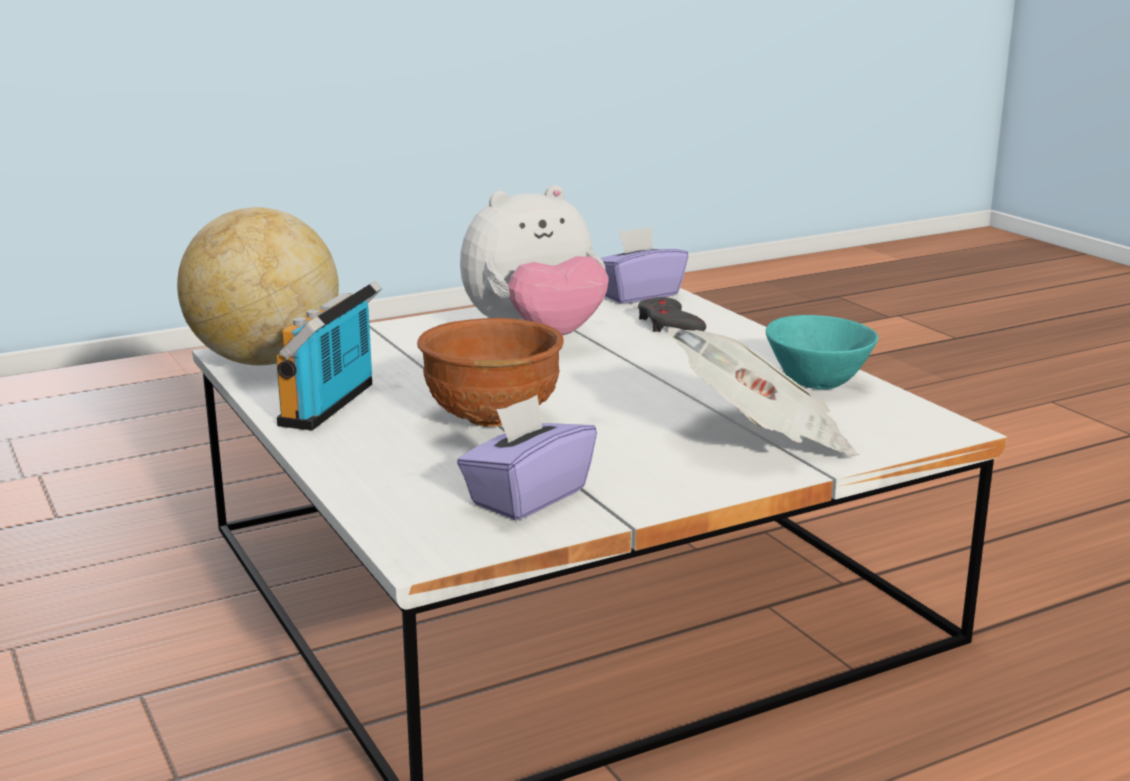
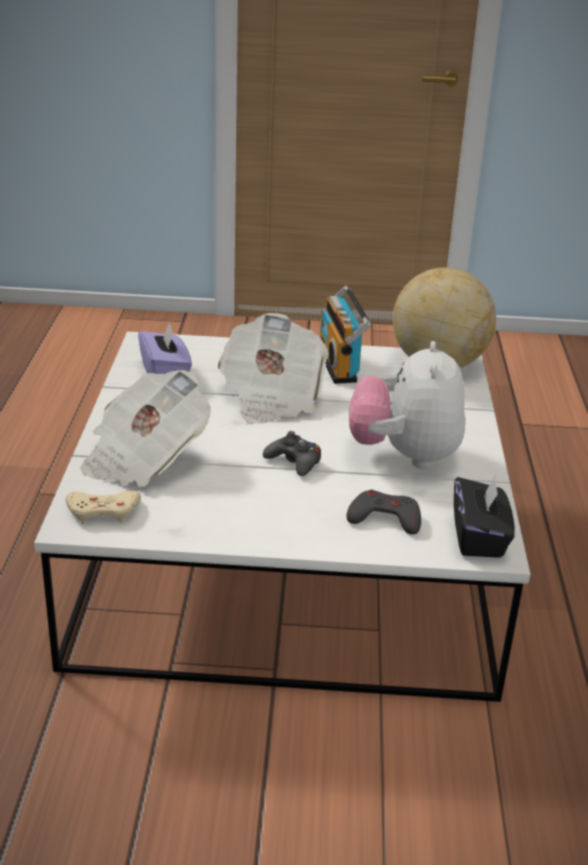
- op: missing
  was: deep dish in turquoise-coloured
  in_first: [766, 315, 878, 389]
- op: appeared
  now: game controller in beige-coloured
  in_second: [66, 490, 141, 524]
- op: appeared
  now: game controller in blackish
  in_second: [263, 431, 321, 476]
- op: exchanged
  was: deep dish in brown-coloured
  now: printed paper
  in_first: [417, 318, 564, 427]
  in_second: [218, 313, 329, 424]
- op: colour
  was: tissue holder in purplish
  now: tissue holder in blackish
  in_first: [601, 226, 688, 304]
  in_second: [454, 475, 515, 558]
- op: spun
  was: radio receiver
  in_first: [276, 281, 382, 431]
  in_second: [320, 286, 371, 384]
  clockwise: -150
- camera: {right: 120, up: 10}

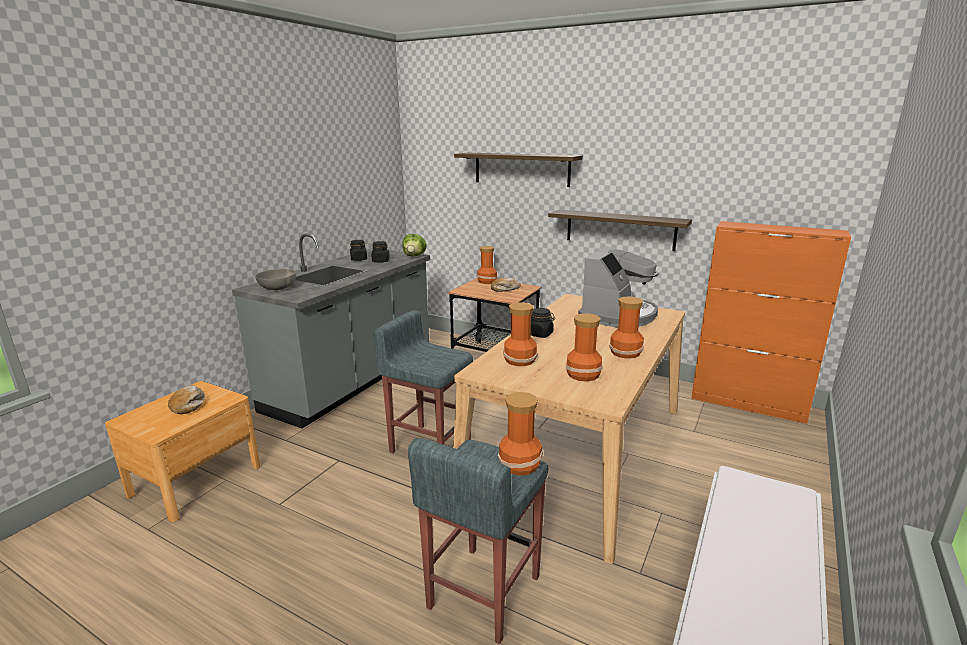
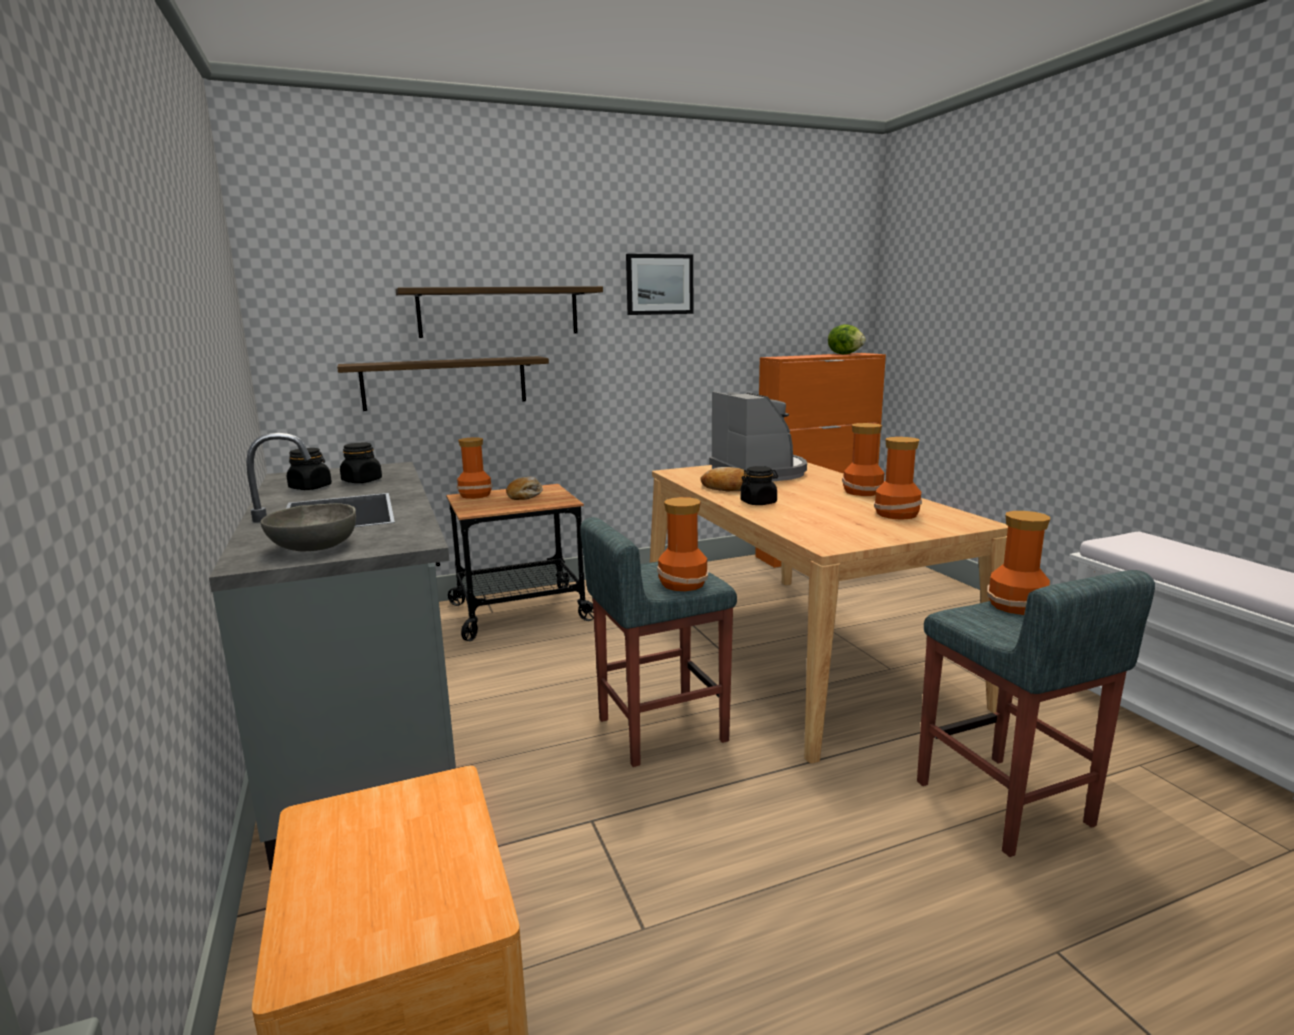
- op: appeared
  now: wall picture
  in_second: [626, 254, 693, 315]
- op: relocated
  was: baked bread
  in_first: [168, 385, 205, 414]
  in_second: [701, 467, 746, 491]
- op: relocated
  was: head of lettuce
  in_first: [402, 234, 427, 257]
  in_second: [828, 324, 866, 354]
- op: relocated
  was: decorative vase
  in_first: [503, 302, 538, 366]
  in_second: [657, 497, 709, 591]
- op: relocated
  was: bracket shelf
  in_first: [548, 210, 692, 251]
  in_second: [337, 356, 549, 411]
- camera: {right: -50, up: -5}

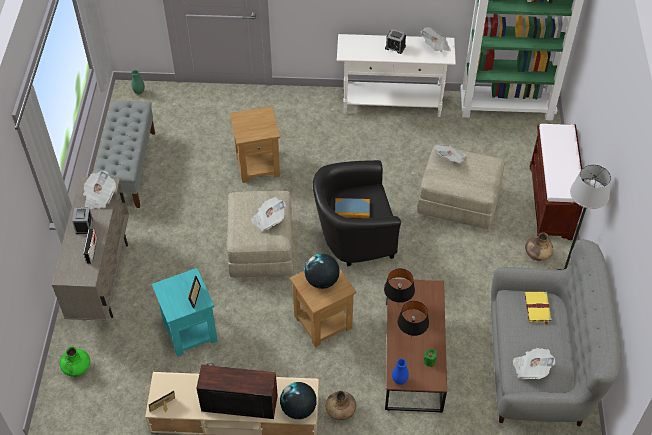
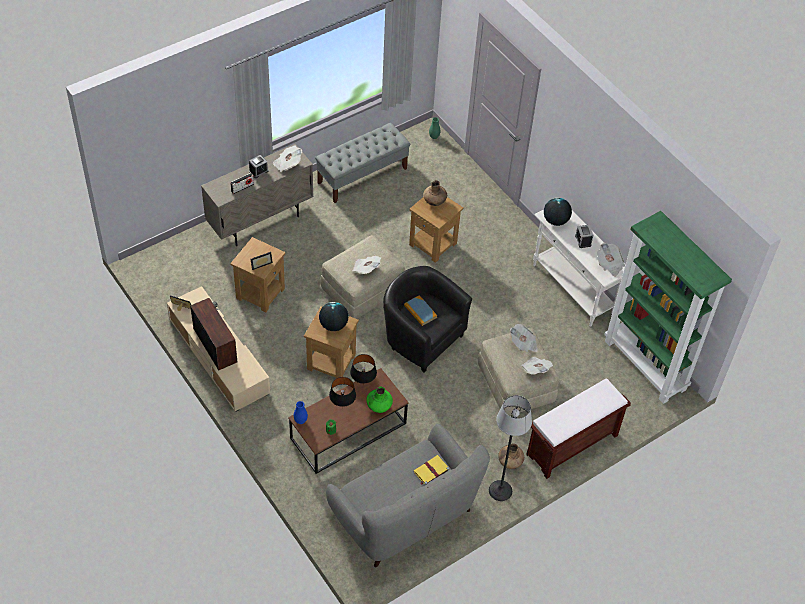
- op: relocated
  was: decorative vase in green
  in_first: [60, 347, 90, 377]
  in_second: [366, 386, 393, 413]
- op: relocated
  was: world globe
  in_first: [280, 382, 317, 419]
  in_second: [544, 198, 572, 226]
- op: relocated
  was: decorative vase in brown-coloured
  in_first: [326, 391, 356, 421]
  in_second: [423, 180, 447, 206]
- op: relocated
  was: printed paper
  in_first: [513, 348, 555, 379]
  in_second: [521, 356, 553, 375]
- op: colour
  was: side table in turquoise-coloured
  now: side table in brown-coloured
  in_first: [152, 268, 218, 357]
  in_second: [230, 237, 286, 313]
- camera: {right: 50, up: 0}

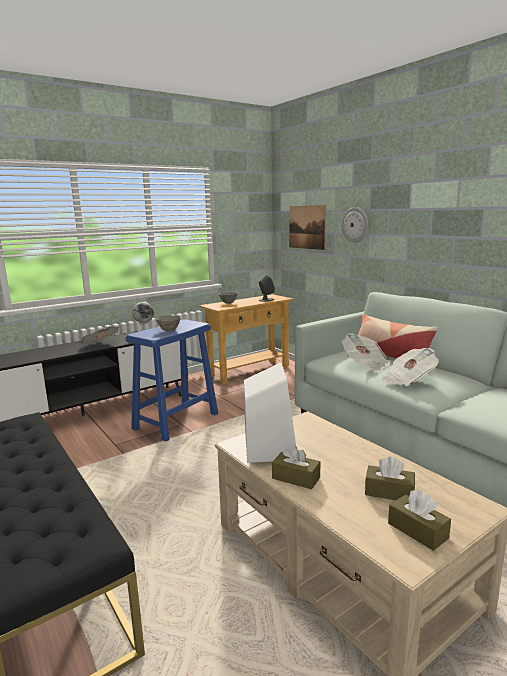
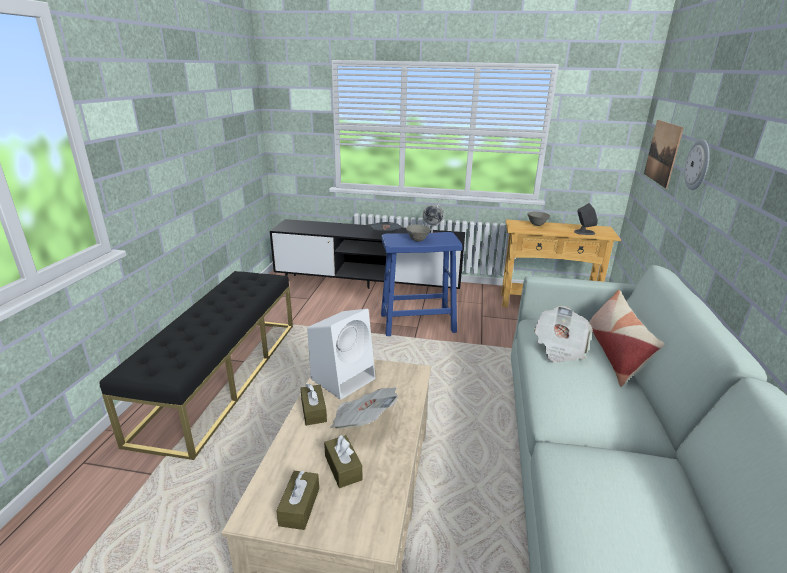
- op: relocated
  was: printed paper
  in_first: [382, 348, 439, 386]
  in_second: [330, 387, 398, 429]
- camera: {right: 45, up: 10}

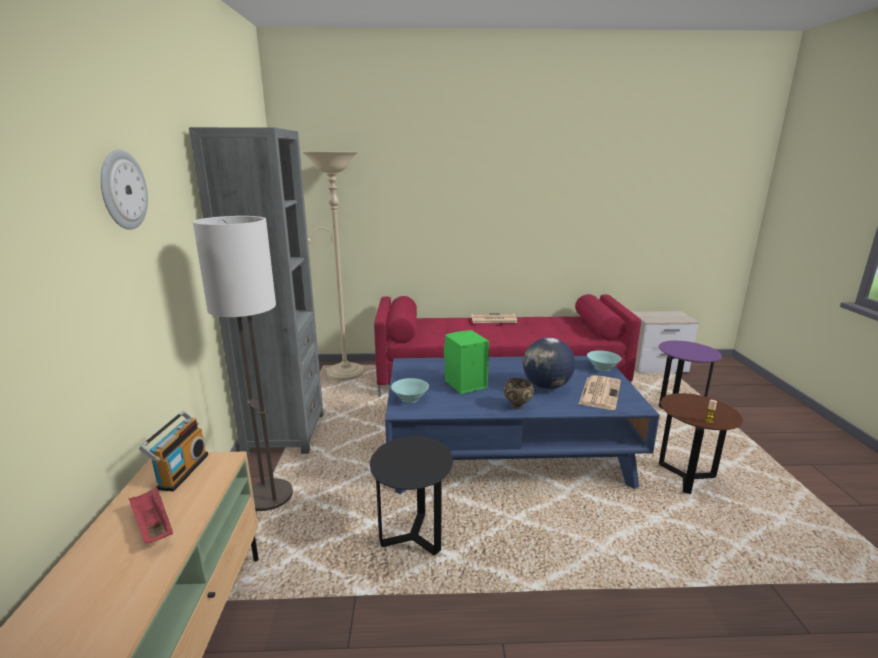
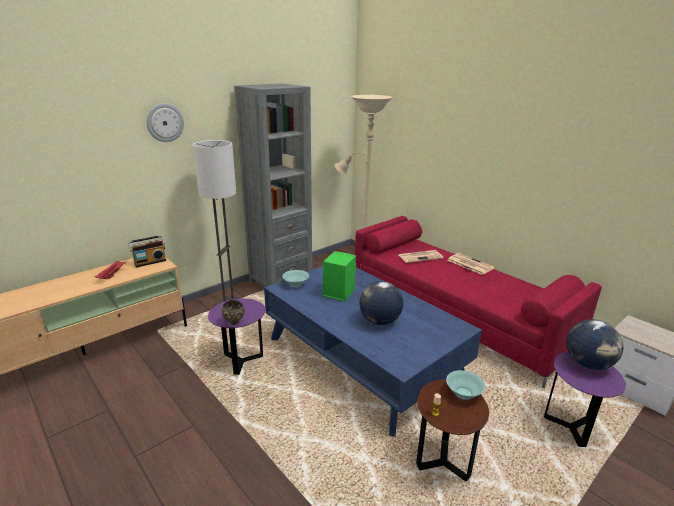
- op: appeared
  now: world globe
  in_second: [566, 319, 623, 370]
- op: relocated
  was: deep dish in brown-coloured
  in_first: [504, 378, 534, 409]
  in_second: [221, 300, 245, 325]
- op: relocated
  was: printed paper
  in_first: [579, 375, 621, 410]
  in_second: [399, 250, 444, 263]
- op: relocated
  was: deep dish in turquoise-coloured
  in_first: [587, 350, 622, 371]
  in_second: [446, 370, 485, 400]
- op: colour
  was: side table in blackish
  now: side table in purplish
  in_first: [370, 436, 453, 555]
  in_second: [208, 298, 265, 375]
- camera: {right: 50, up: 5}

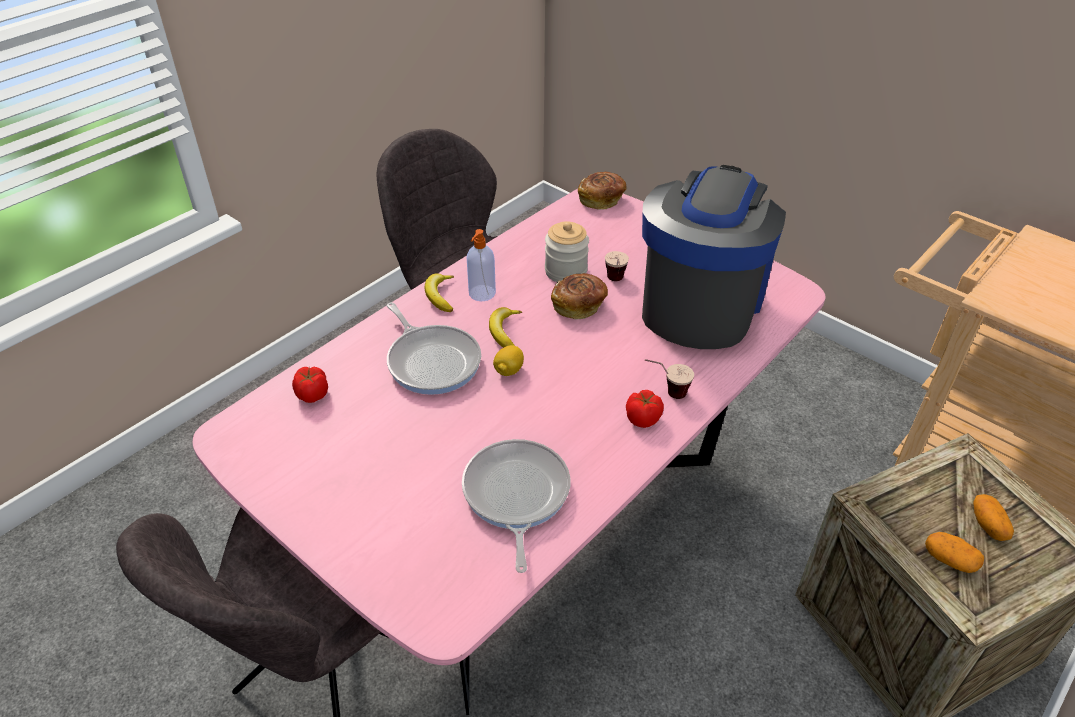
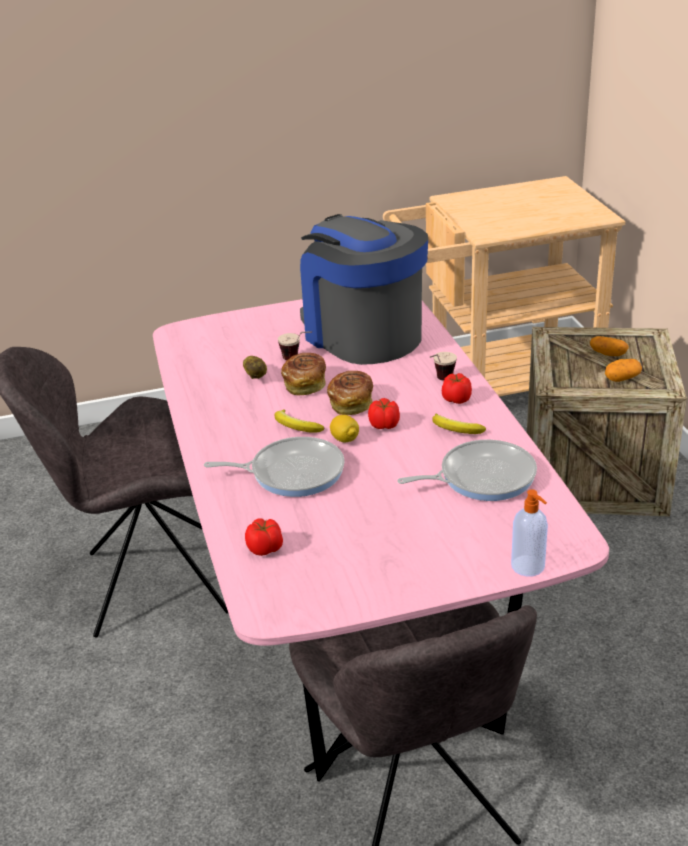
- op: appeared
  now: whole tomato
  in_second: [368, 398, 400, 429]
- op: relocated
  was: whole banana
  in_first: [425, 273, 454, 312]
  in_second: [432, 414, 486, 434]
- op: relocated
  was: soap bottle
  in_first: [467, 229, 496, 301]
  in_second: [511, 489, 548, 577]
- op: relocated
  was: baked bread
  in_first: [578, 172, 626, 210]
  in_second: [327, 371, 373, 415]
- op: exchanged
  was: jar
  now: spud
  in_first: [545, 221, 589, 282]
  in_second: [243, 356, 267, 379]
- op: spun
  was: frying pan
  in_first: [462, 439, 570, 573]
  in_second: [397, 439, 537, 501]
  clockwise: 135
- camera: {right: -55, up: -10}

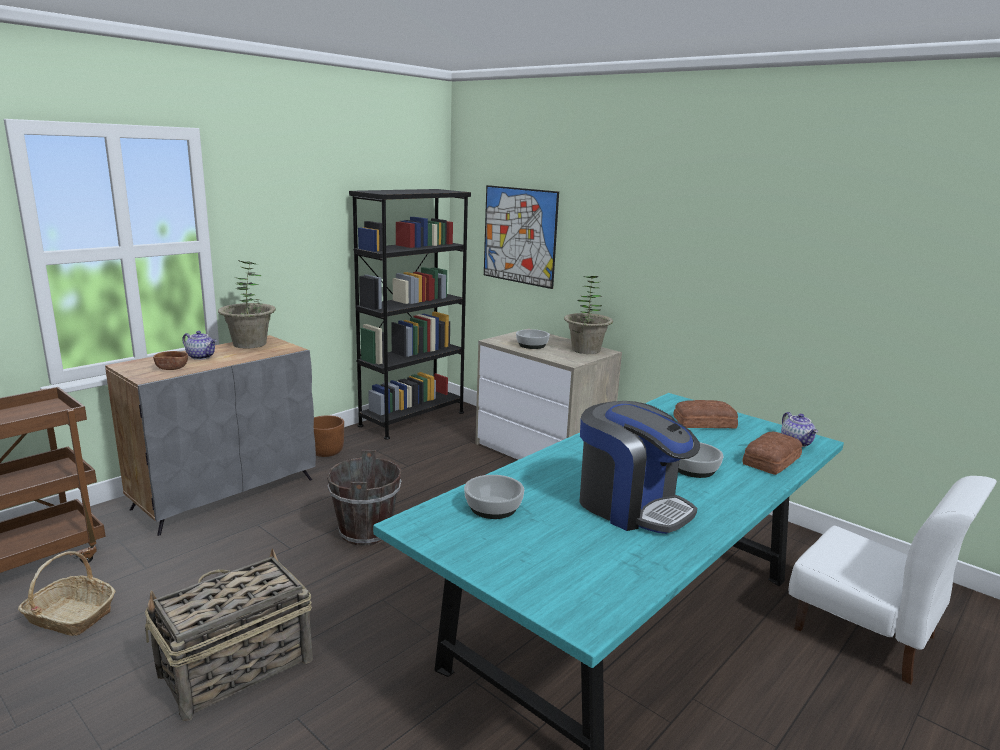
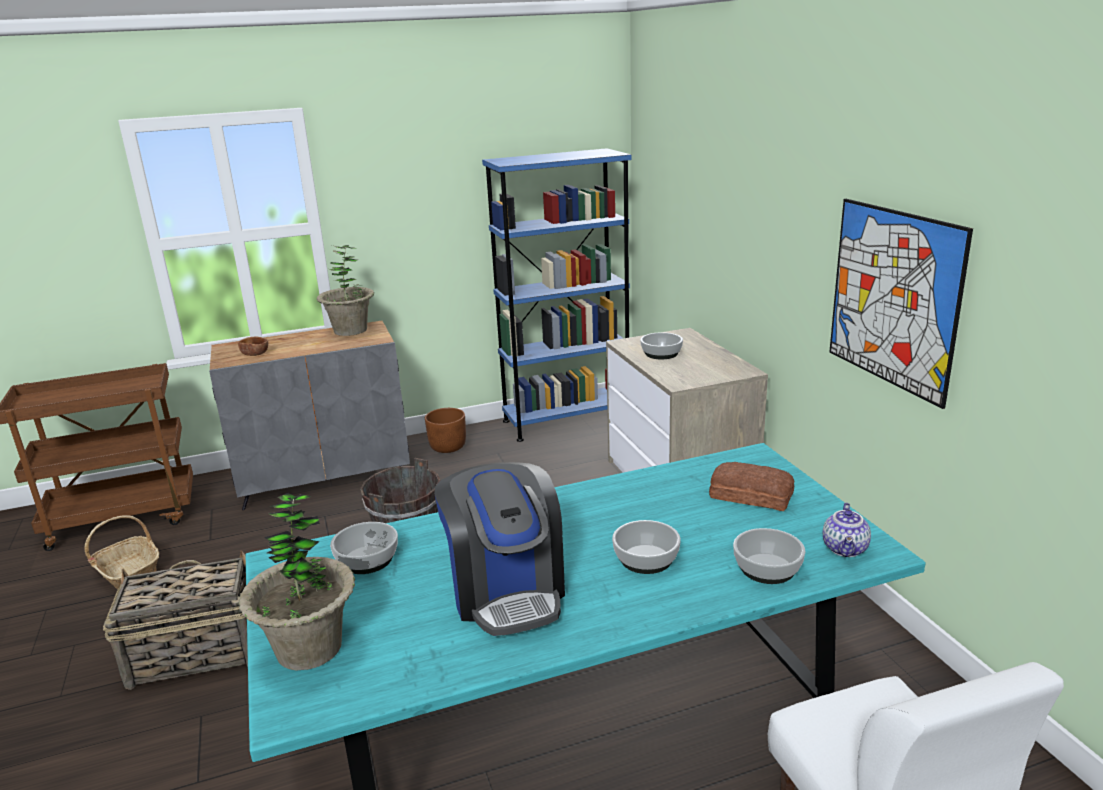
- op: missing
  was: pot for tea
  in_first: [182, 331, 217, 360]
- op: relocated
  was: wall picture
  in_first: [484, 185, 559, 289]
  in_second: [829, 199, 973, 409]
- op: relocated
  was: potted plant
  in_first: [564, 276, 613, 354]
  in_second: [239, 493, 355, 671]
- op: exchanged
  was: baked bread
  now: deep dish
  in_first: [742, 432, 802, 475]
  in_second: [733, 528, 806, 584]
- op: colour
  was: bookshelf in blackish
  now: bookshelf in bluish
  in_first: [349, 189, 471, 440]
  in_second: [482, 148, 631, 442]
- camera: {right: 30, up: 5}

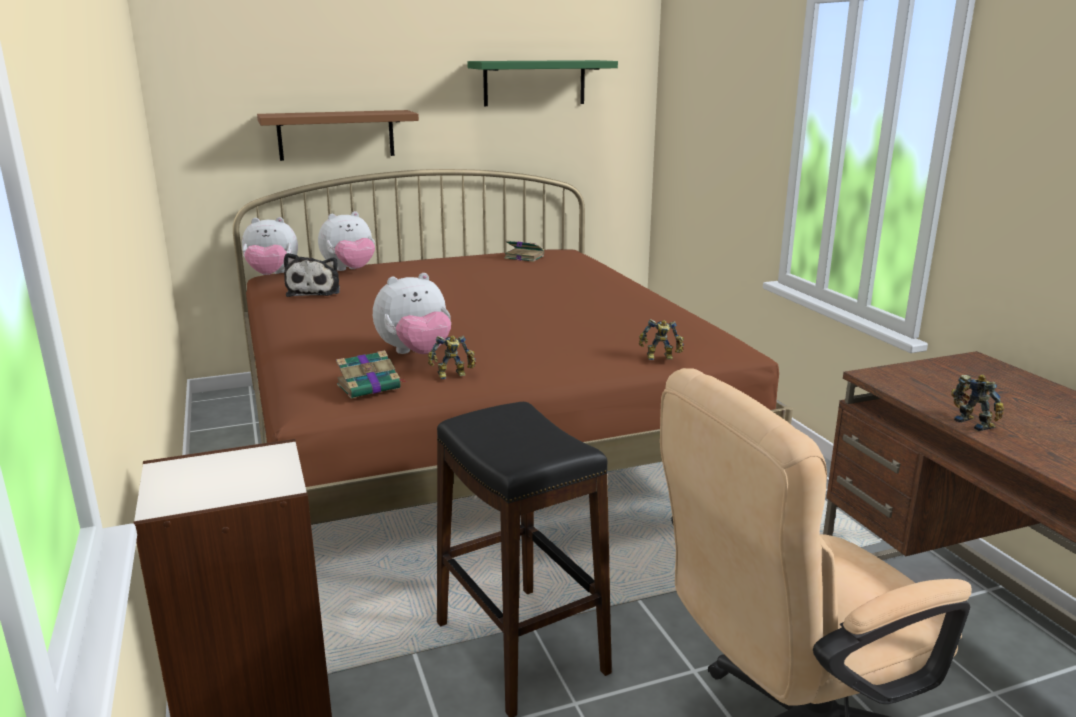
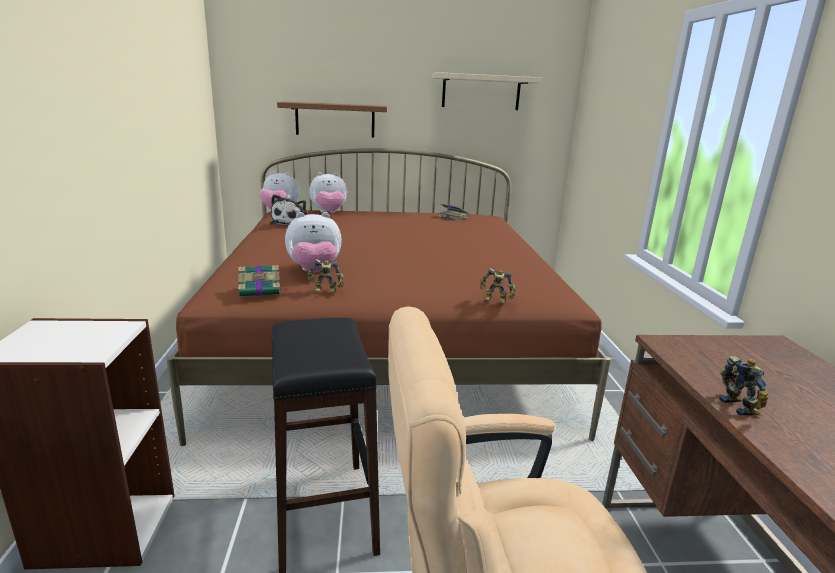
- op: colour
  was: bracket shelf in green
  now: bracket shelf in beige-coloured
  in_first: [467, 60, 618, 106]
  in_second: [432, 72, 542, 110]
- camera: {right: 15, up: 0}

